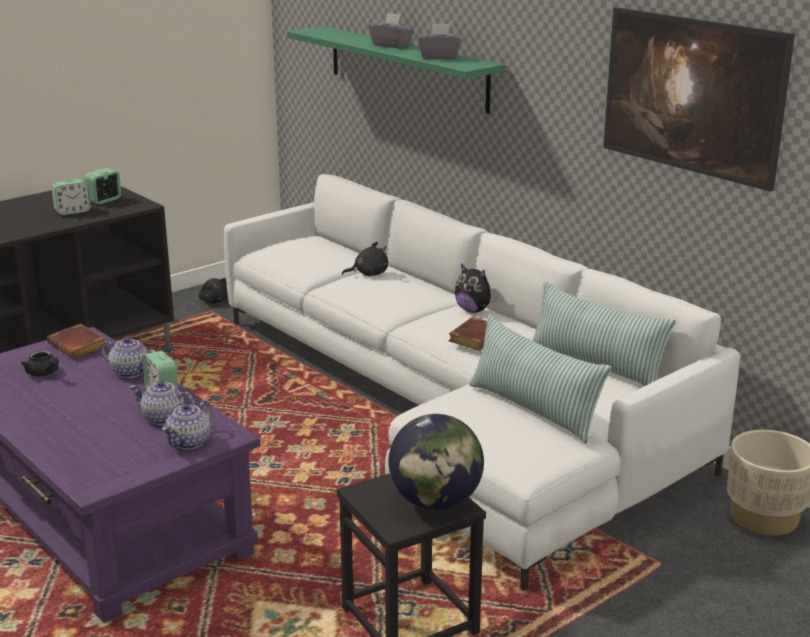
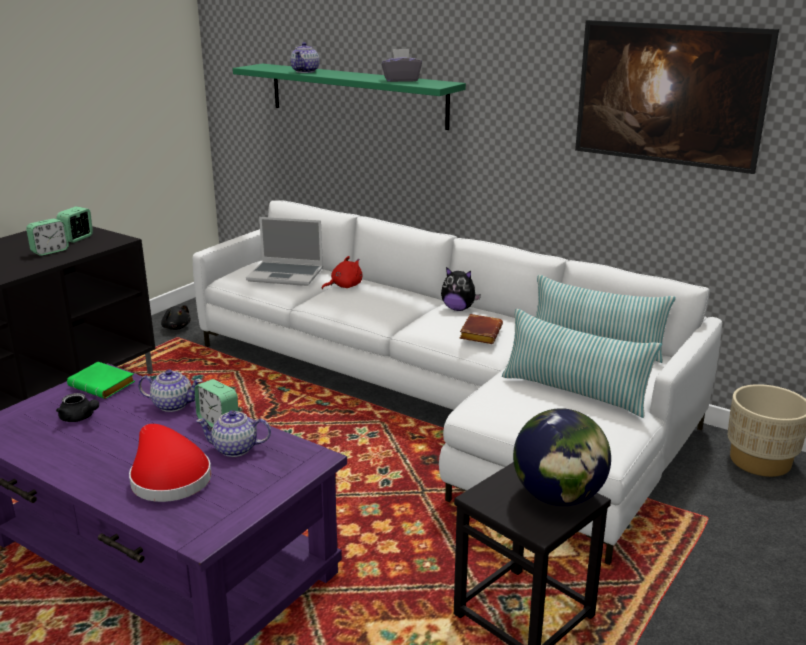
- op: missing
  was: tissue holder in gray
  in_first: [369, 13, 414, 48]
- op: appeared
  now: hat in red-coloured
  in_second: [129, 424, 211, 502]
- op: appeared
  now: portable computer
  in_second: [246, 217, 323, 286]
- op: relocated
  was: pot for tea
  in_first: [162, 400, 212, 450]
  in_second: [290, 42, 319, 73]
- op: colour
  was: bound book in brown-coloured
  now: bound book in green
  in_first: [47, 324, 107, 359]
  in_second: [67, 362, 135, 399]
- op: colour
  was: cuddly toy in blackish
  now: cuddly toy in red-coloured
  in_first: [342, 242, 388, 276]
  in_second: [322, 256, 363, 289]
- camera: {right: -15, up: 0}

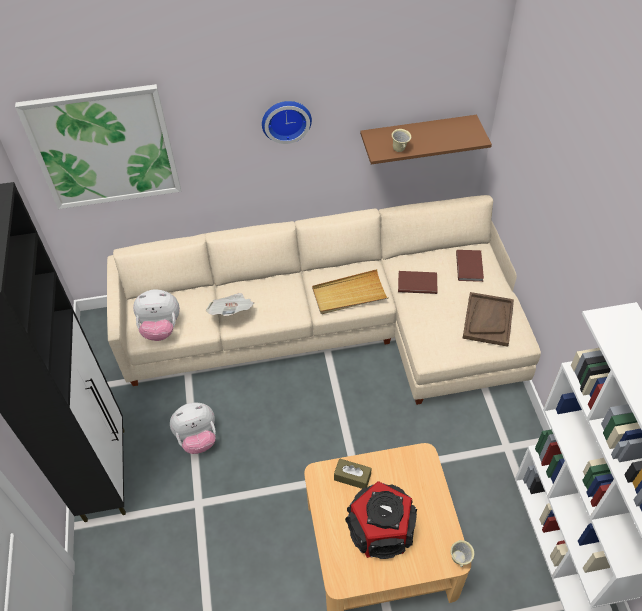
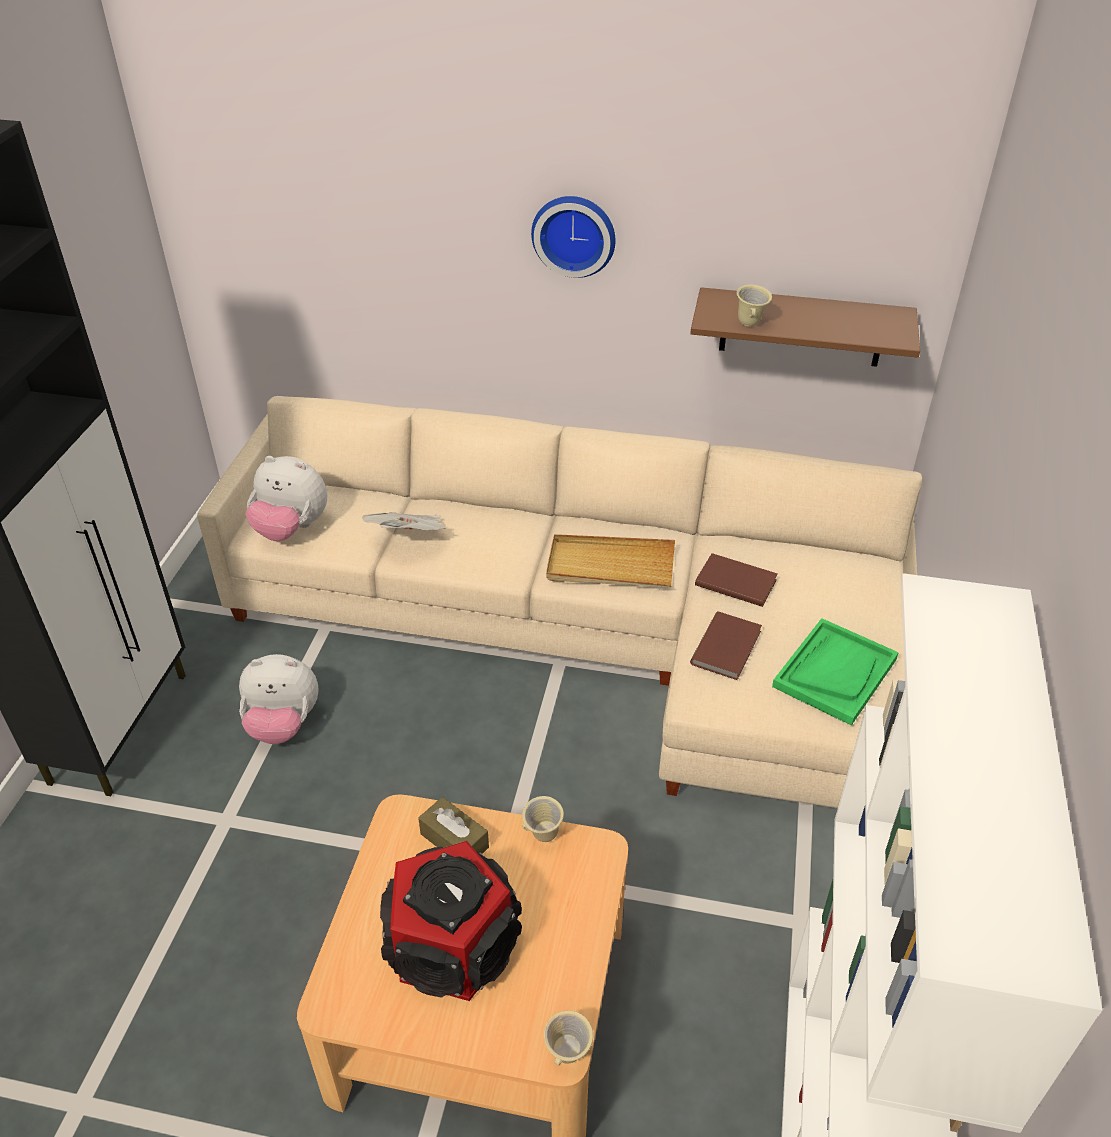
- op: missing
  was: wall picture
  in_first: [15, 84, 181, 209]
- op: appeared
  now: coffee mug in beige-coloured
  in_second: [522, 796, 564, 842]
- op: relocated
  was: bound book in brown-coloured
  in_first: [456, 250, 484, 282]
  in_second: [690, 611, 762, 680]
- op: colour
  was: carrying tray in brown-coloured
  now: carrying tray in green
  in_first: [462, 292, 514, 347]
  in_second: [772, 618, 899, 726]
- camera: {right: 20, up: -10}

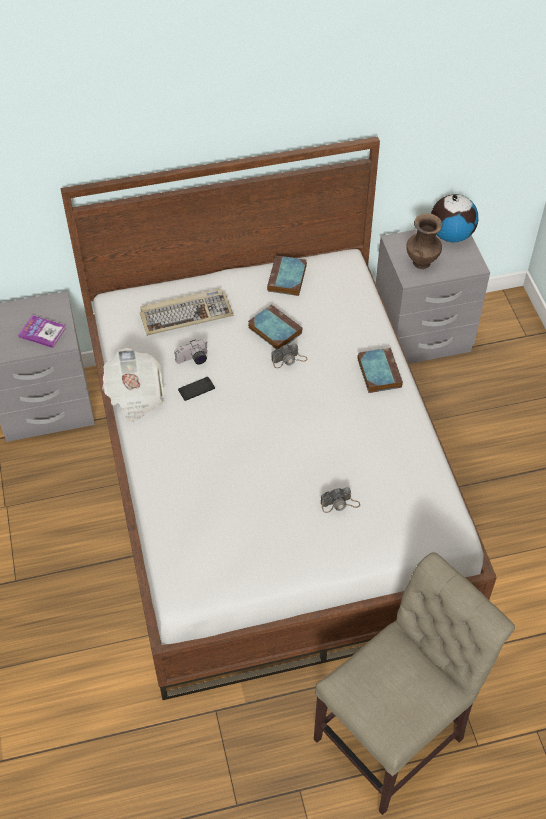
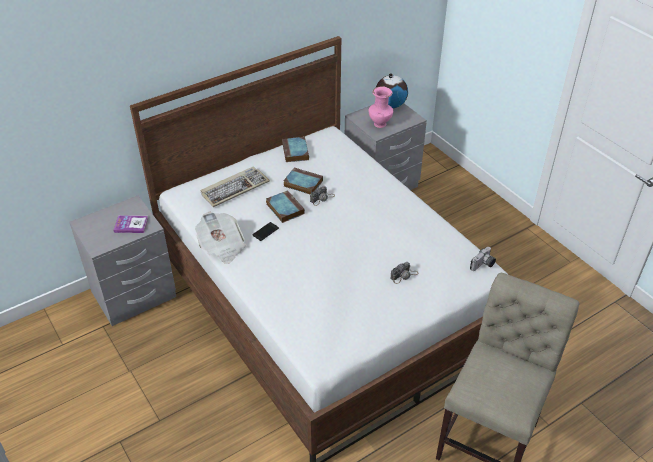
- op: relocated
  was: still camera
  in_first: [174, 339, 207, 365]
  in_second: [470, 247, 496, 271]
- op: relocated
  was: bound book
  in_first: [357, 348, 403, 393]
  in_second: [266, 190, 305, 223]
- op: colour
  was: decorative vase in brown-coloured
  now: decorative vase in pink-coloured
  in_first: [406, 213, 443, 269]
  in_second: [368, 86, 393, 128]
- camera: {right: -20, up: -10}

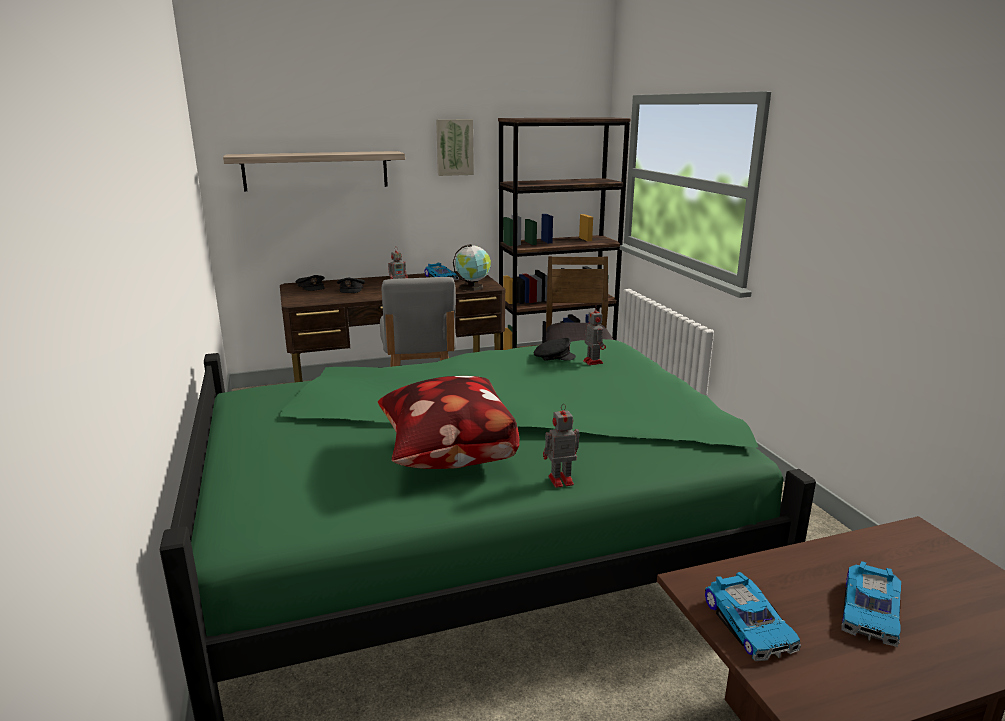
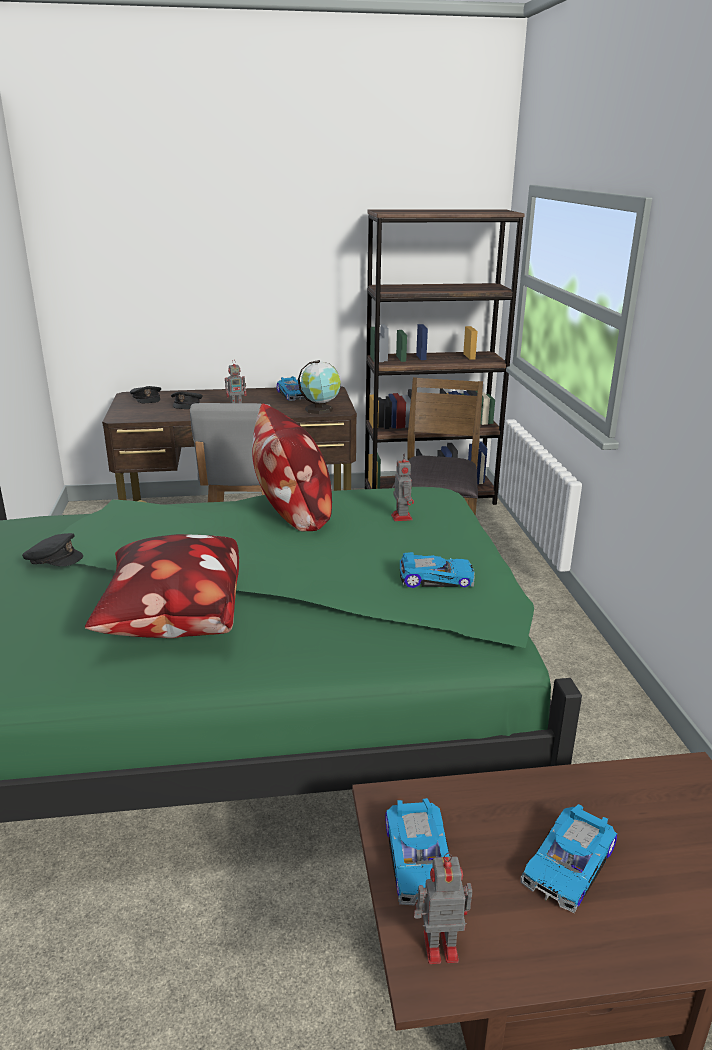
- op: missing
  was: bracket shelf
  in_first: [223, 151, 405, 191]
- op: missing
  was: wall picture
  in_first: [436, 119, 474, 176]
- op: appeared
  now: cushion
  in_second: [252, 403, 332, 531]
- op: appeared
  now: model car
  in_second: [400, 552, 475, 588]
- op: relocated
  was: peaked cap in blackish
  in_first: [534, 338, 576, 361]
  in_second: [22, 533, 83, 566]
- op: relocated
  was: toy robot
  in_first: [543, 404, 579, 488]
  in_second: [414, 853, 472, 964]
- camera: {right: 10, up: 5}

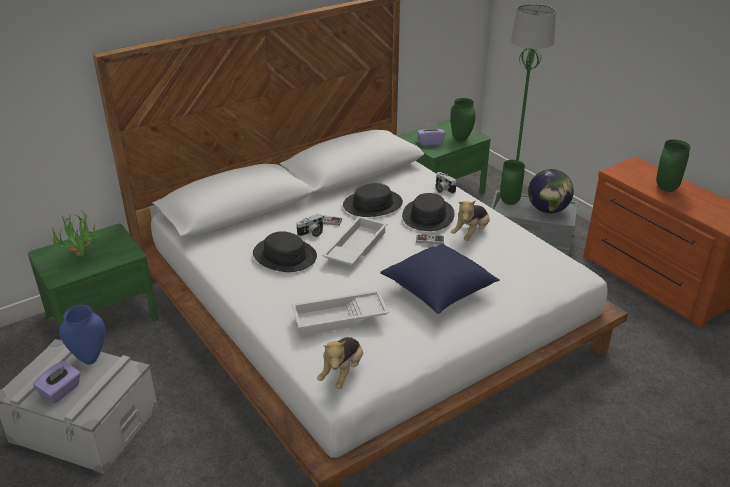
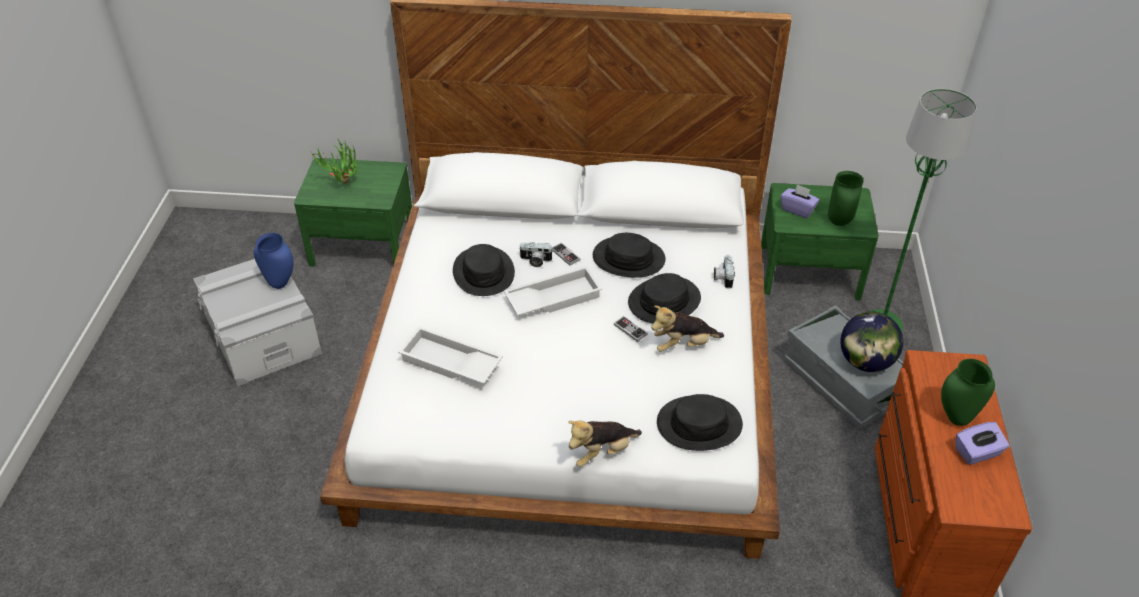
- op: missing
  was: cushion in bluish
  in_first: [380, 244, 500, 314]
- op: missing
  was: decorative vase in green
  in_first: [500, 160, 525, 205]
- op: appeared
  now: hat in blackish
  in_second: [657, 394, 743, 451]
- op: relocated
  was: tissue holder in purplish
  in_first: [33, 361, 81, 403]
  in_second: [956, 422, 1010, 465]
- op: relocated
  was: cuddly toy
  in_first: [317, 337, 363, 389]
  in_second: [568, 420, 642, 467]
- camera: {right: 40, up: 10}

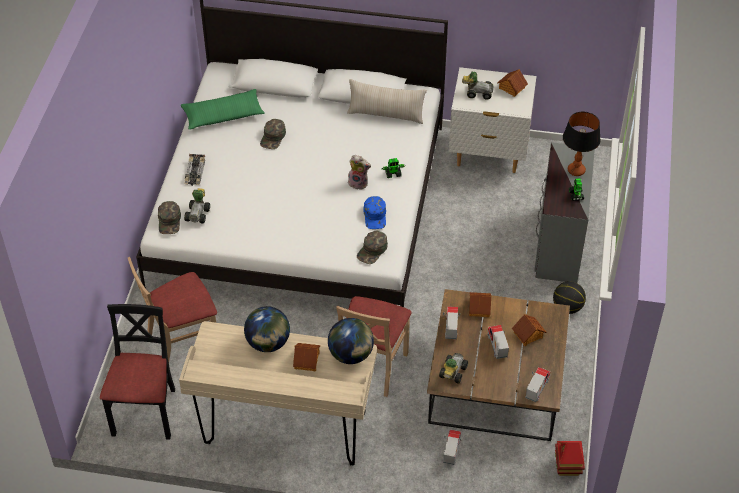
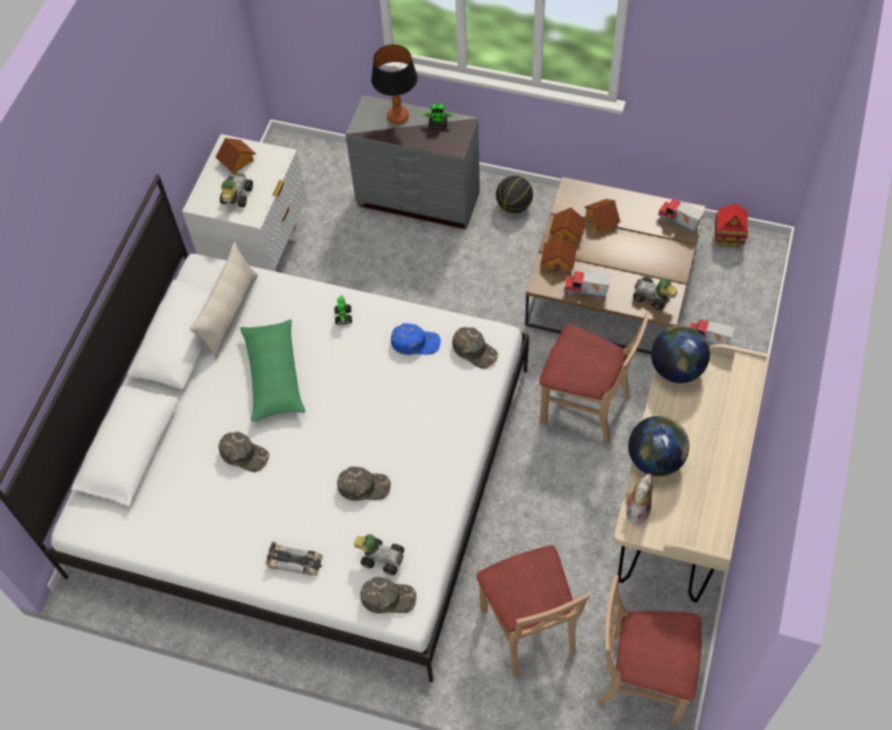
- op: missing
  was: toy truck
  in_first: [487, 325, 509, 359]
- op: appeared
  now: peaked cap in green
  in_second: [337, 466, 391, 501]
- op: relocated
  was: cushion in green
  in_first: [181, 89, 265, 130]
  in_second: [240, 319, 305, 422]
- op: relocated
  was: model house
  in_first: [293, 343, 320, 371]
  in_second: [549, 207, 586, 244]
- op: relocated
  was: cuddly toy
  in_first: [348, 155, 371, 190]
  in_second: [626, 474, 653, 526]
- op: colour
  was: plain chair in blackish
  now: plain chair in beige-coloured
  in_first: [100, 304, 175, 440]
  in_second: [597, 575, 702, 724]
- camera: {right: -80, up: 10}

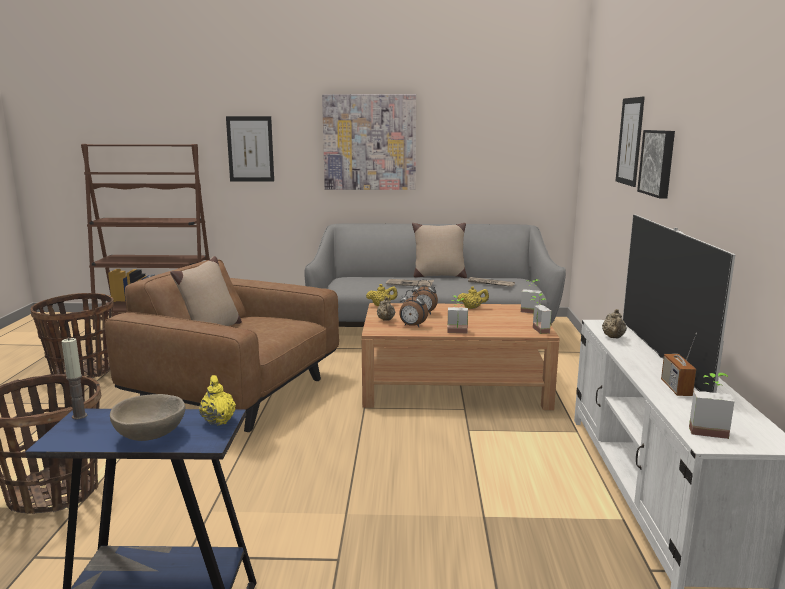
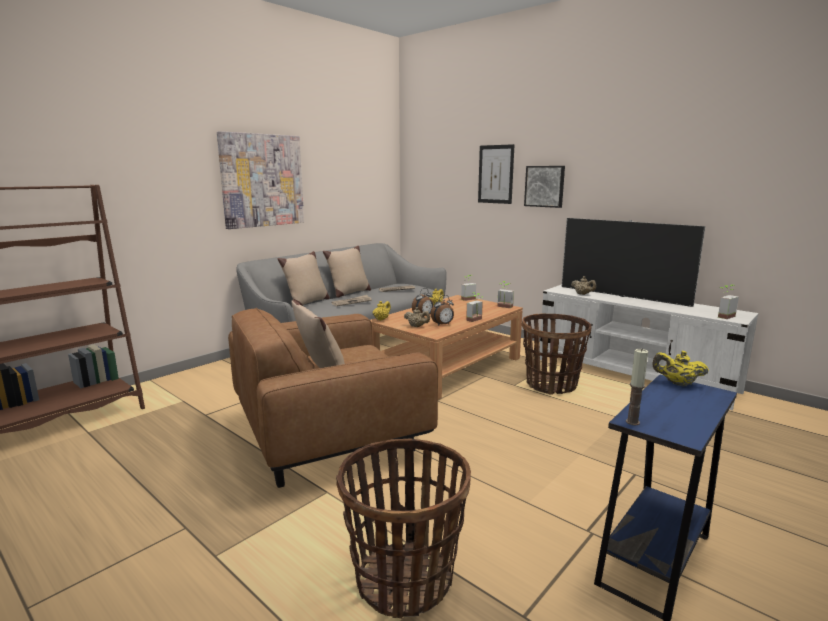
- op: missing
  was: deep dish in beige-coloured
  in_first: [110, 394, 186, 441]
- op: missing
  was: wall picture
  in_first: [226, 116, 274, 182]
- op: missing
  was: radio receiver
  in_first: [661, 333, 697, 396]
- op: appeared
  now: cushion in beige-coloured
  in_second: [278, 251, 330, 306]
- op: relocated
  was: storage basket
  in_first: [30, 293, 114, 378]
  in_second: [522, 314, 592, 395]
- camera: {right: -50, up: 0}

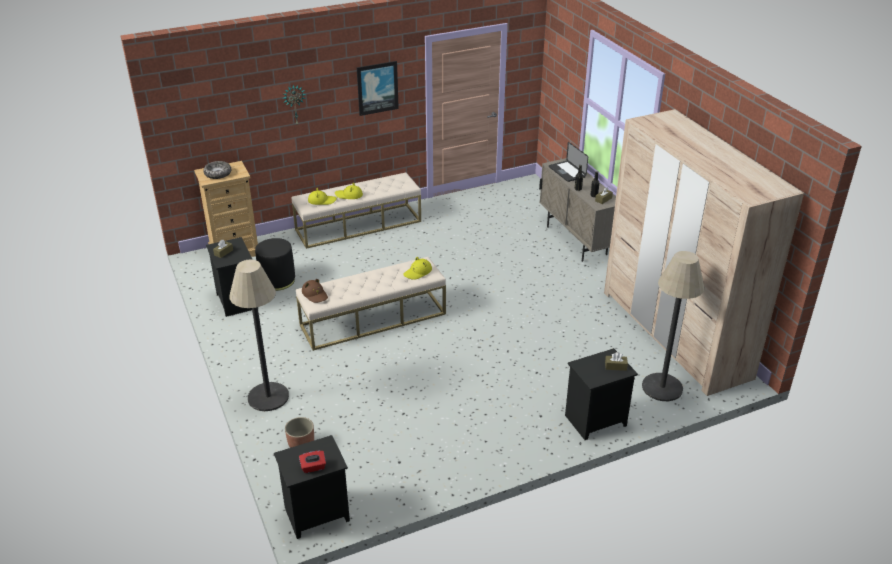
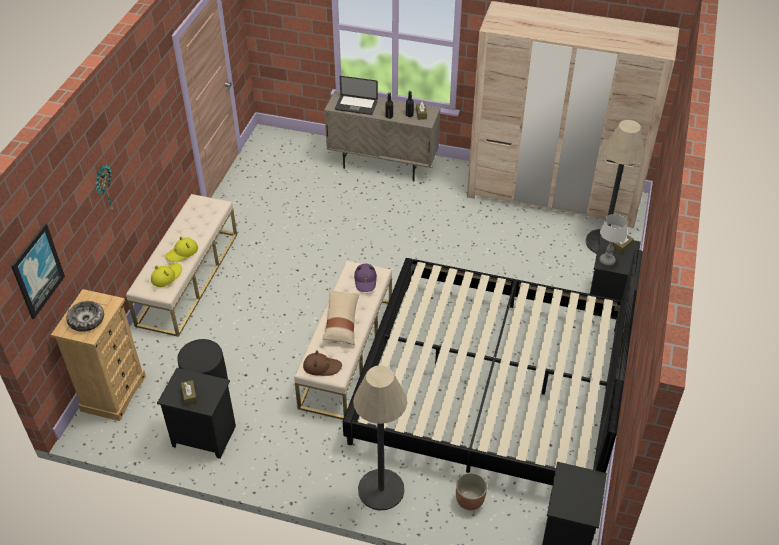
- op: missing
  was: tissue holder in red-coloured
  in_first: [299, 451, 326, 473]
- op: appeared
  now: cushion in beige-coloured
  in_second: [322, 289, 360, 345]
- op: appeared
  now: bedroom bed
  in_second: [343, 249, 643, 486]
- op: appeared
  now: lamp for a table
  in_second: [600, 214, 627, 266]
- op: relocated
  was: wall picture
  in_first: [357, 61, 399, 116]
  in_second: [11, 223, 65, 319]
- op: colour
  was: hat in yellowish
  now: hat in purplish
  in_first: [403, 257, 432, 280]
  in_second: [354, 264, 377, 292]
- camera: {right: -50, up: 10}

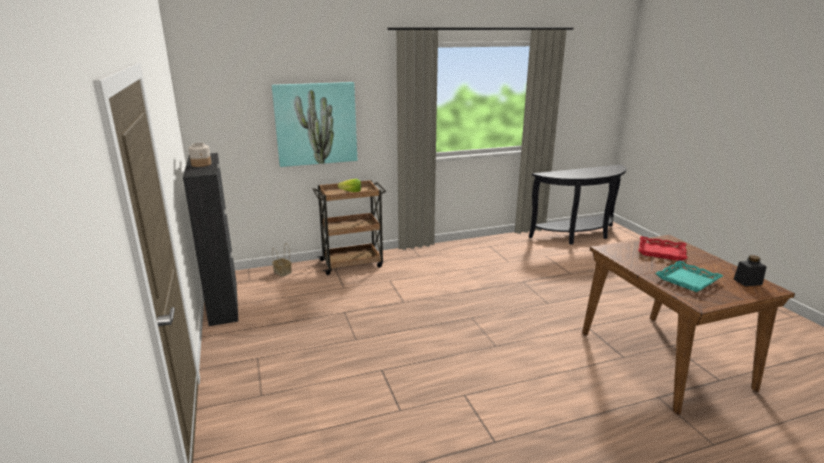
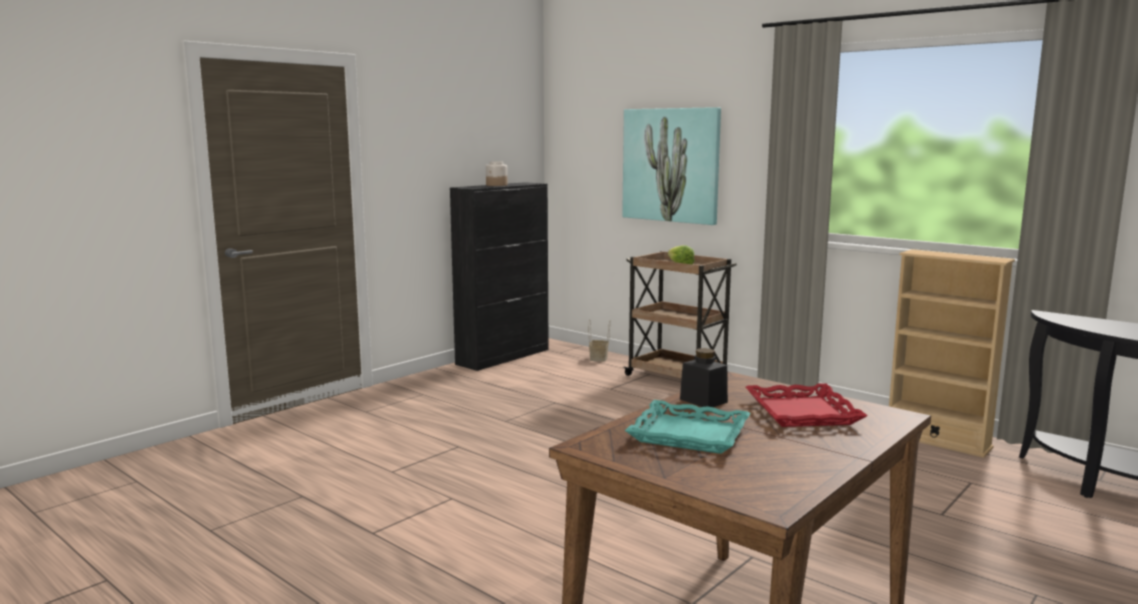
- op: appeared
  now: bookshelf in beige-coloured
  in_second: [889, 249, 1015, 458]
- op: relocated
  was: jar in blackish
  in_first: [734, 255, 767, 287]
  in_second: [680, 348, 728, 407]
- camera: {right: 60, up: -10}

